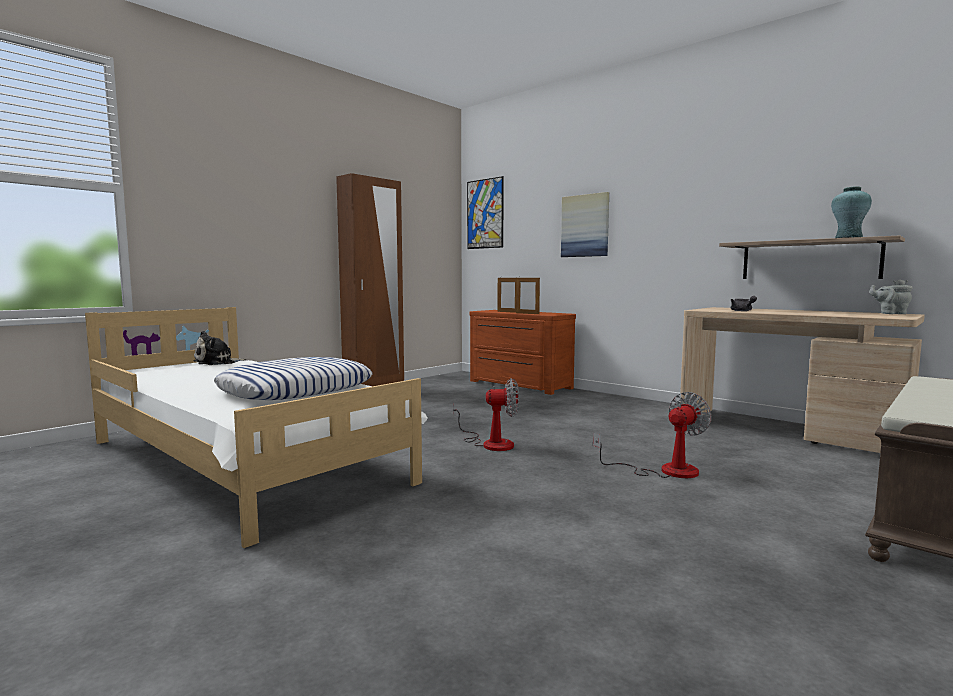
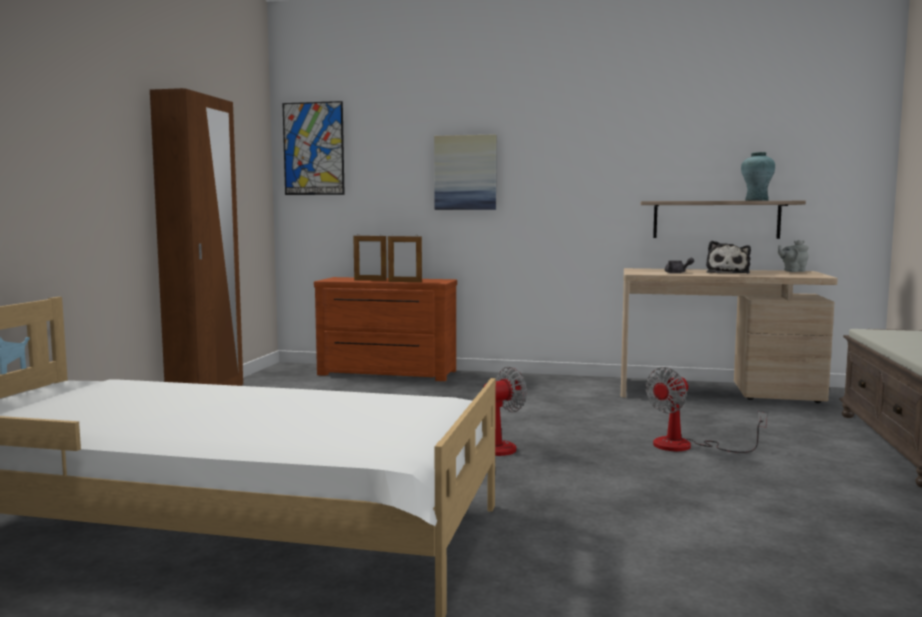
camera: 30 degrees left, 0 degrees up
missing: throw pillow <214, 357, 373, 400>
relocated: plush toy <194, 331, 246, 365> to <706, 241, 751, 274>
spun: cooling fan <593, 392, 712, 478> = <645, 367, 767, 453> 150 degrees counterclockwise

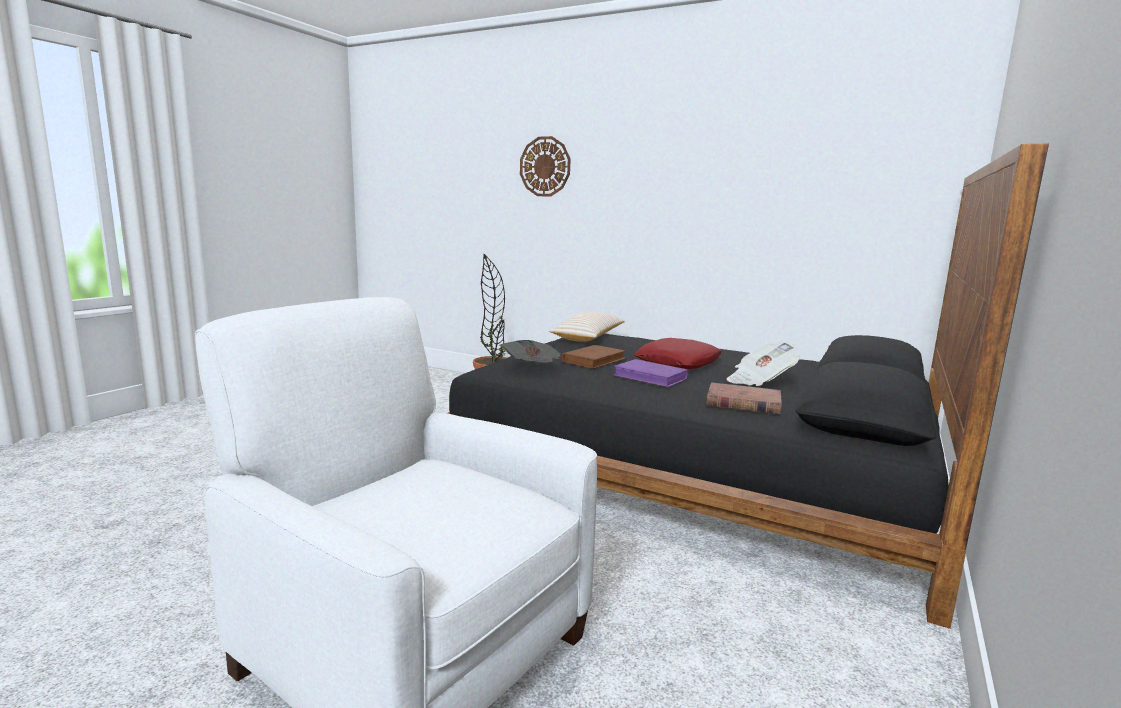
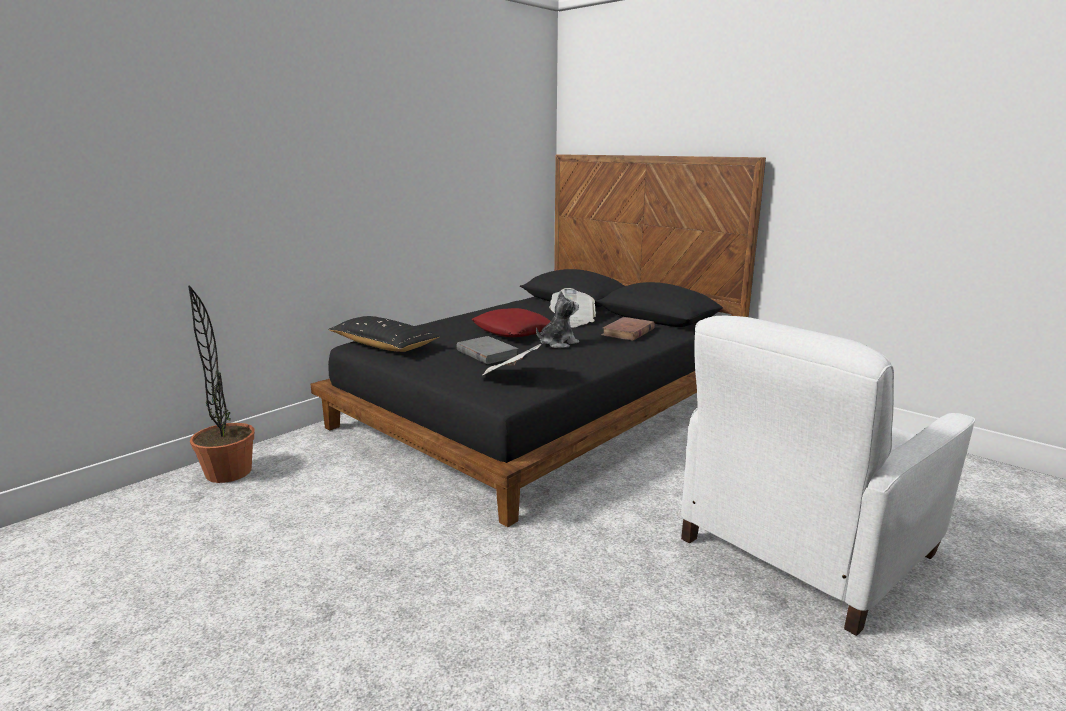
camera: 75 degrees left, 5 degrees up
missing: clock on the wall <520, 136, 571, 197>
exchanged: purplish book <613, 359, 689, 387> to plush toy <536, 291, 579, 348>
colour: beige-coloured throw pillow <549, 312, 625, 342> to black-coloured throw pillow <328, 316, 440, 352>; brown book <561, 345, 626, 369> to gray book <456, 336, 519, 364>

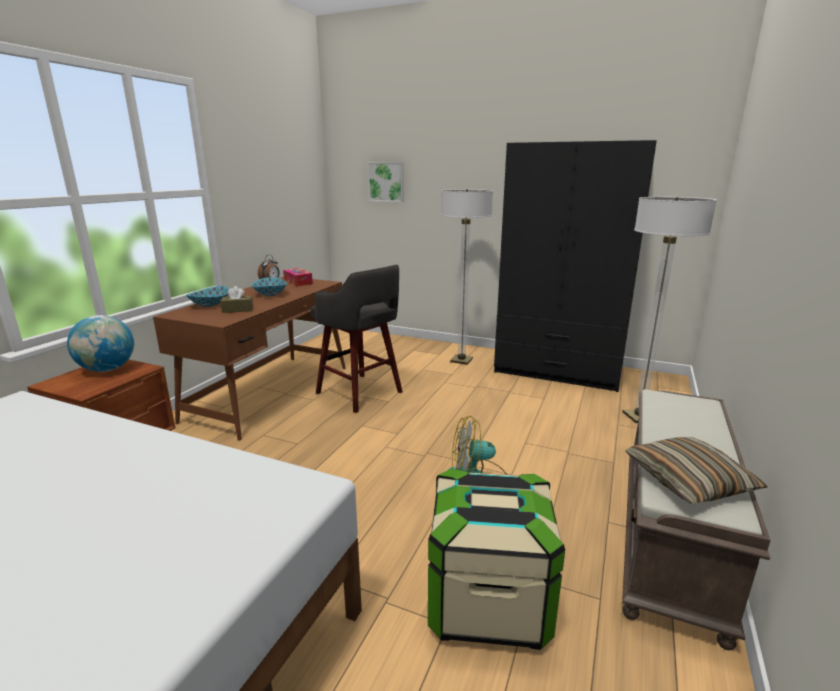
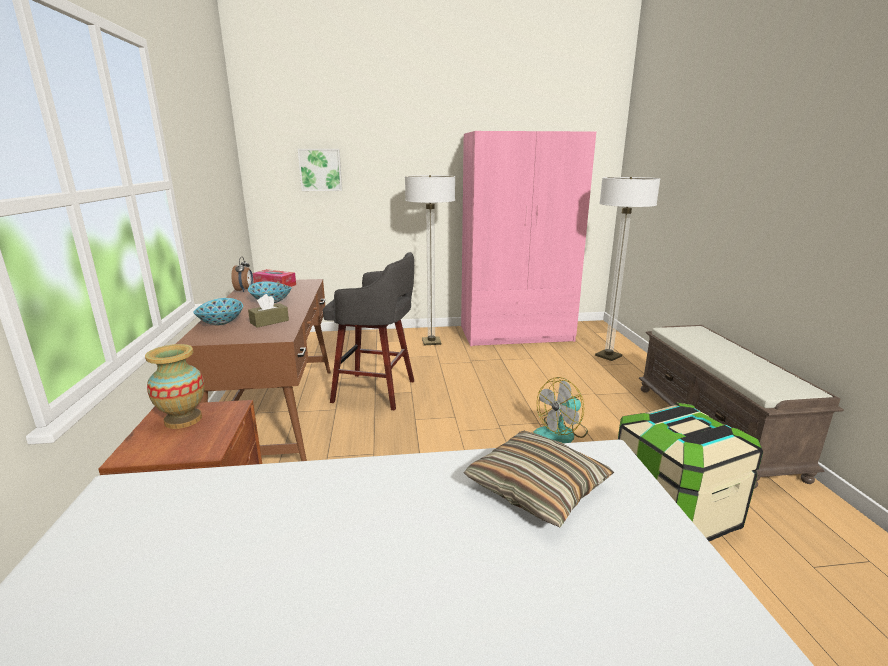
camera: 30 degrees left, 0 degrees up
relocated: throw pillow <625, 437, 768, 505> to <463, 431, 614, 528>
exchanged: desk globe <67, 315, 134, 372> to flower vase <145, 344, 205, 429>
colour: black-coloured clothes cupboard <494, 140, 657, 392> to pink clothes cupboard <461, 131, 596, 346>

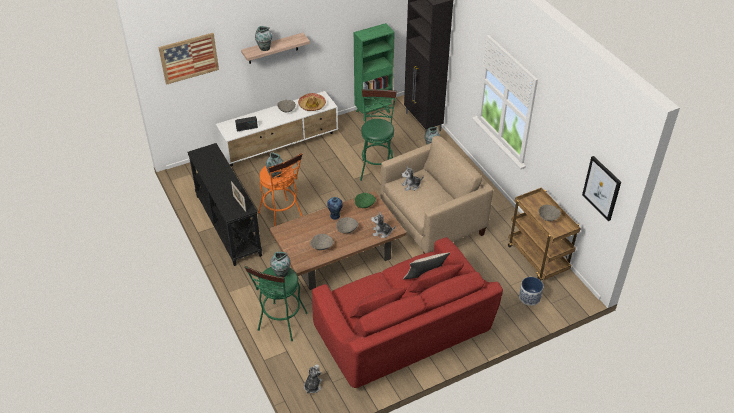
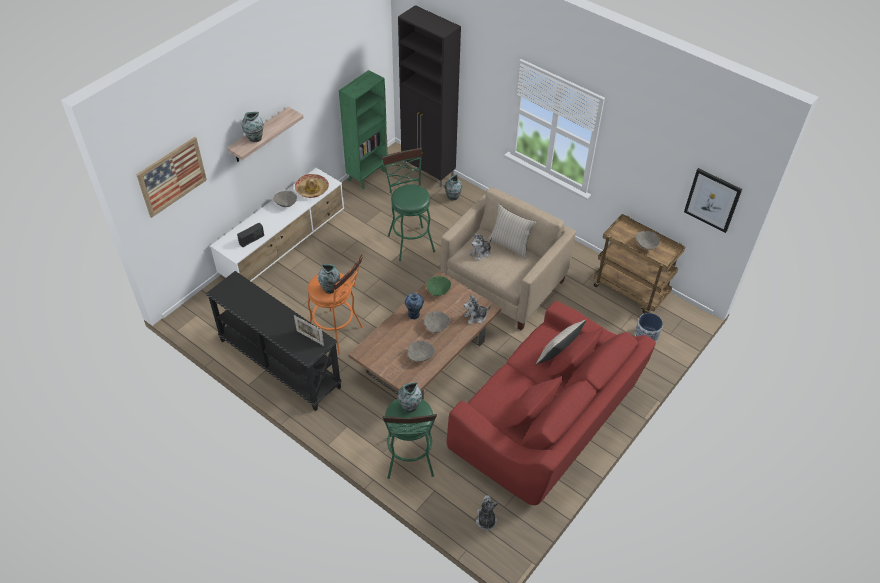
camera: 25 degrees left, 5 degrees up
appeared: beige-coloured throw pillow <488, 204, 537, 259>

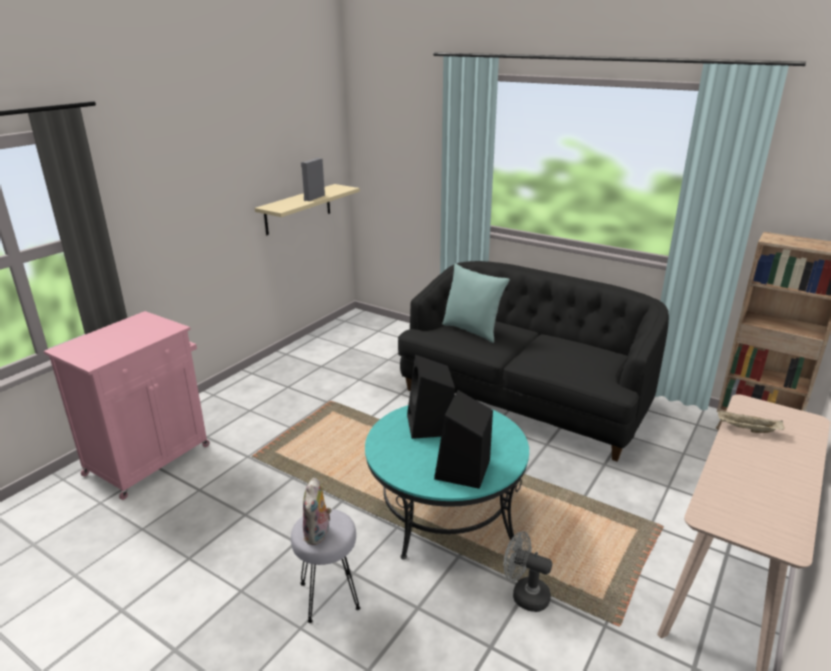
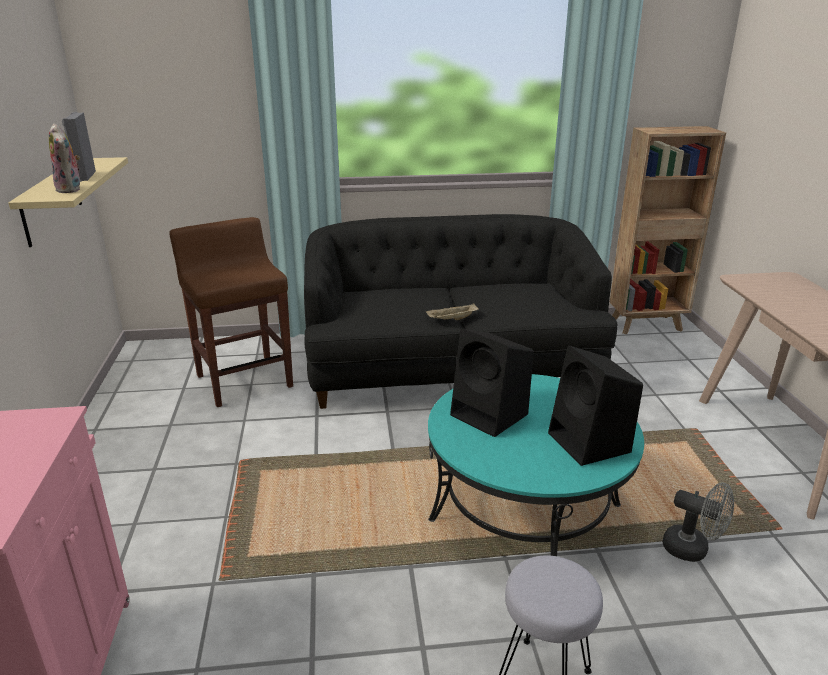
camera: 40 degrees left, 0 degrees up
missing: turquoise-coloured throw pillow <442, 263, 510, 343>
appeared: brown stool <170, 217, 293, 407>
relocated: plush toy <303, 478, 332, 545> to <49, 123, 80, 193>; beige-coloured serving tray <718, 410, 785, 433> to <426, 303, 479, 320>
spun: gray cooling fan <503, 531, 552, 612> = <662, 482, 734, 562> 135 degrees counterclockwise

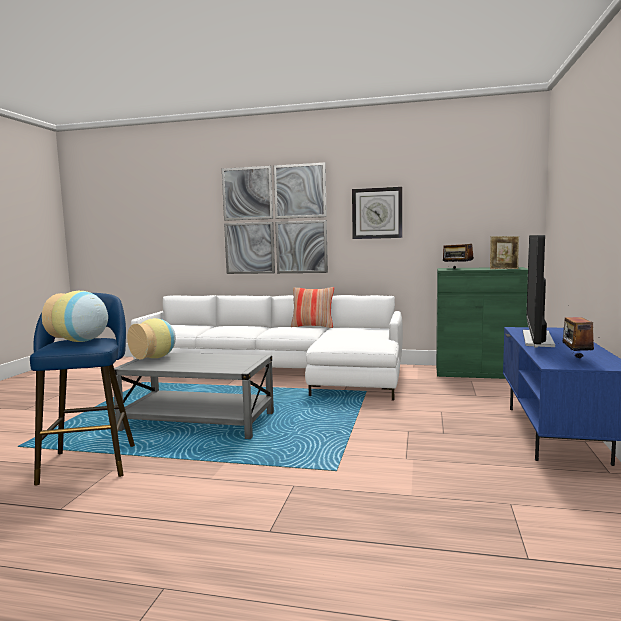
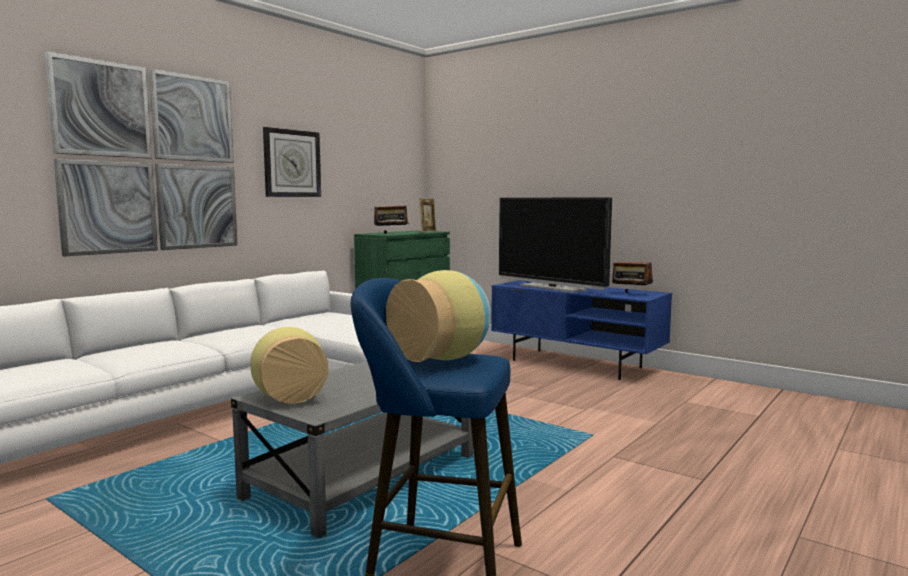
camera: 65 degrees left, 0 degrees up
missing: throw pillow <291, 287, 334, 328>

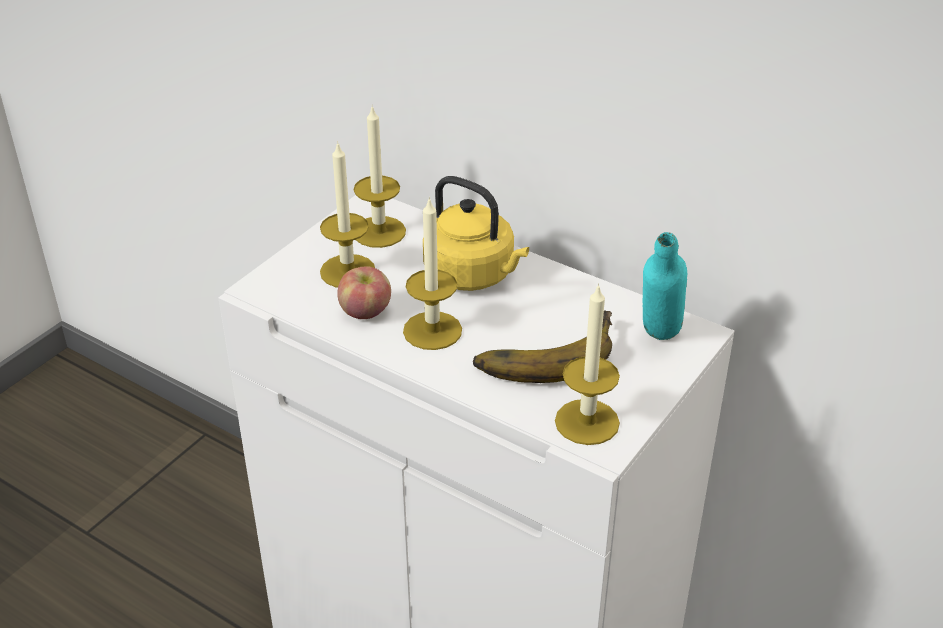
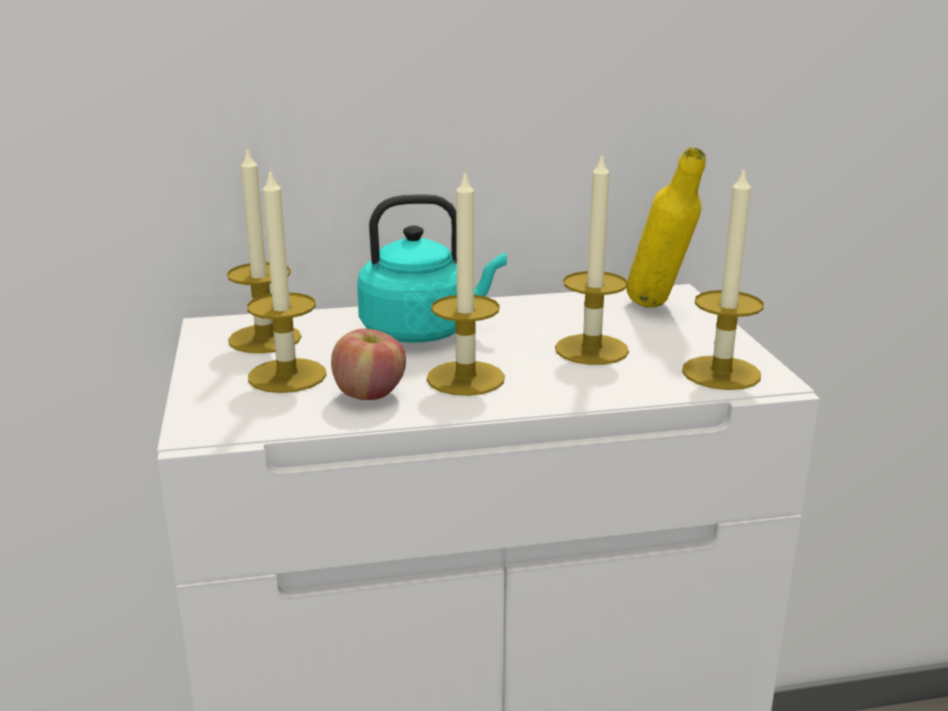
camera: 45 degrees left, 15 degrees down
exchanged: banana <473, 310, 612, 383> to candle <555, 152, 629, 365>
colour: yellowish water kettle <423, 176, 529, 291> to turquoise-coloured water kettle <357, 194, 507, 343>; turquoise-coloured beverage bottle <643, 232, 687, 340> to yellowish beverage bottle <626, 148, 706, 308>

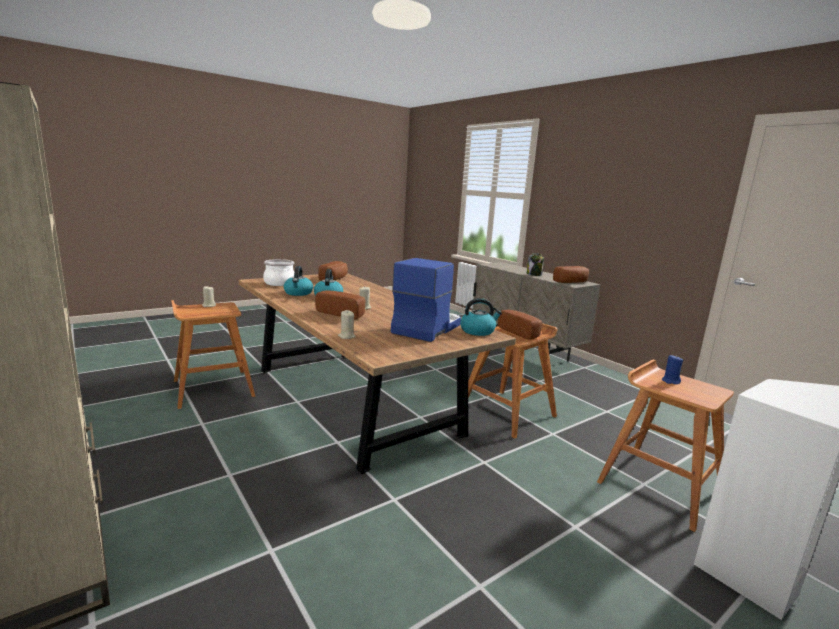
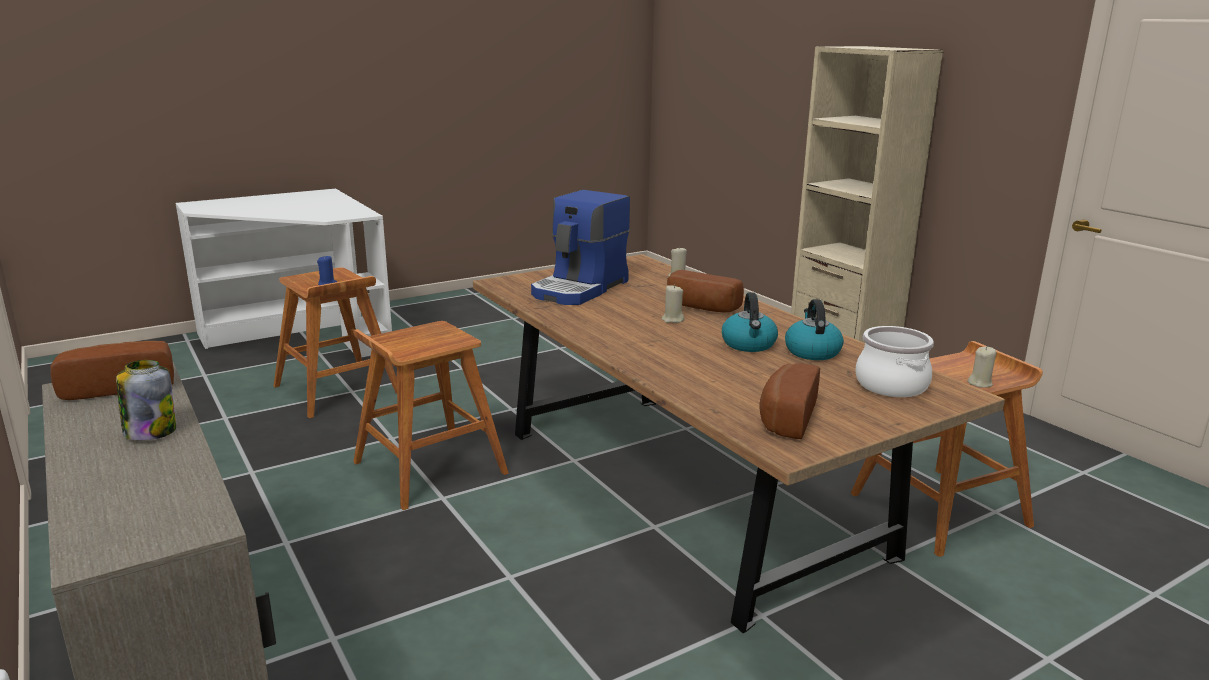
camera: 175 degrees left, 5 degrees up
missing: water kettle <460, 298, 502, 336>; baked bread <498, 310, 542, 340>

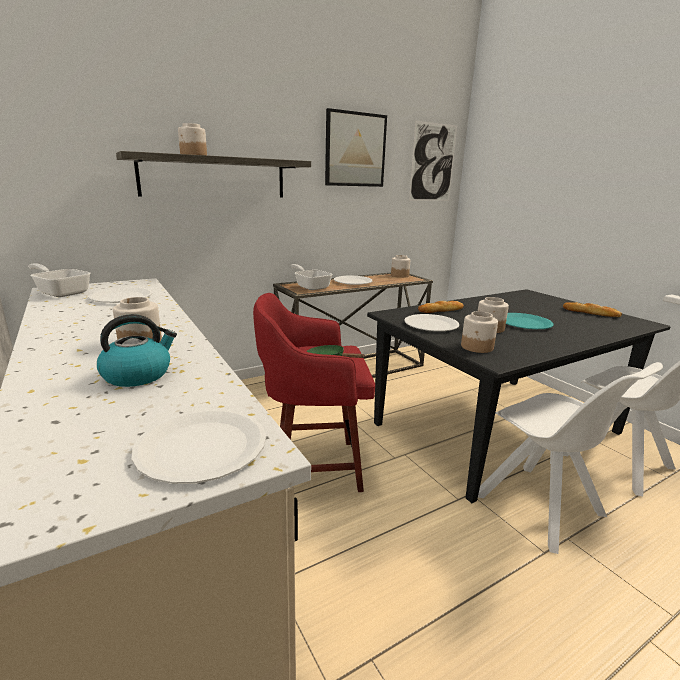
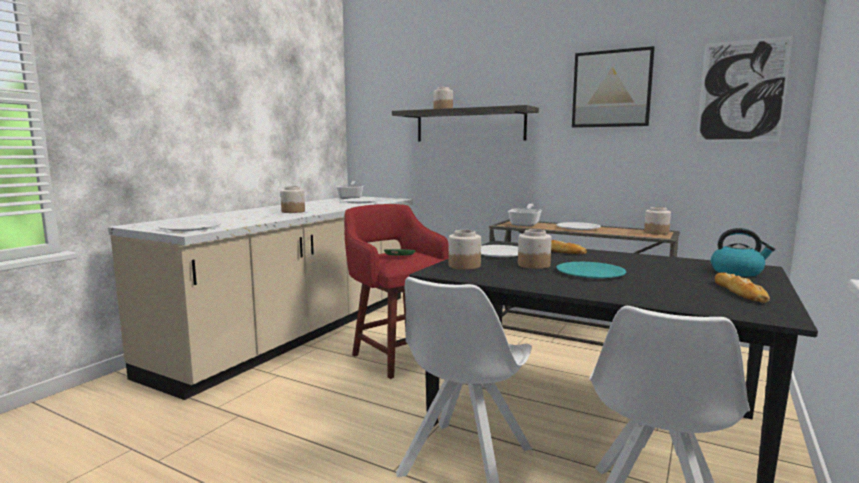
camera: 60 degrees right, 10 degrees down
relocated: water kettle <97, 314, 177, 387> to <711, 228, 775, 277>

